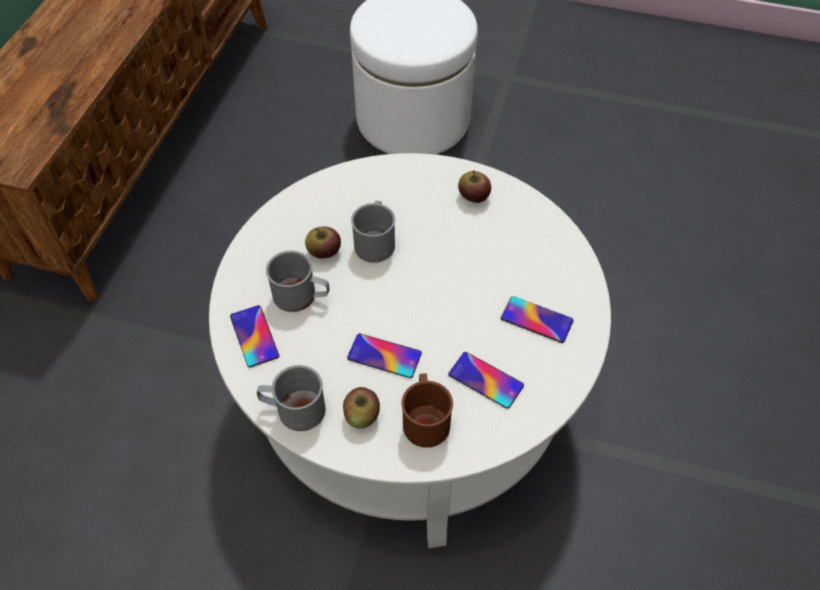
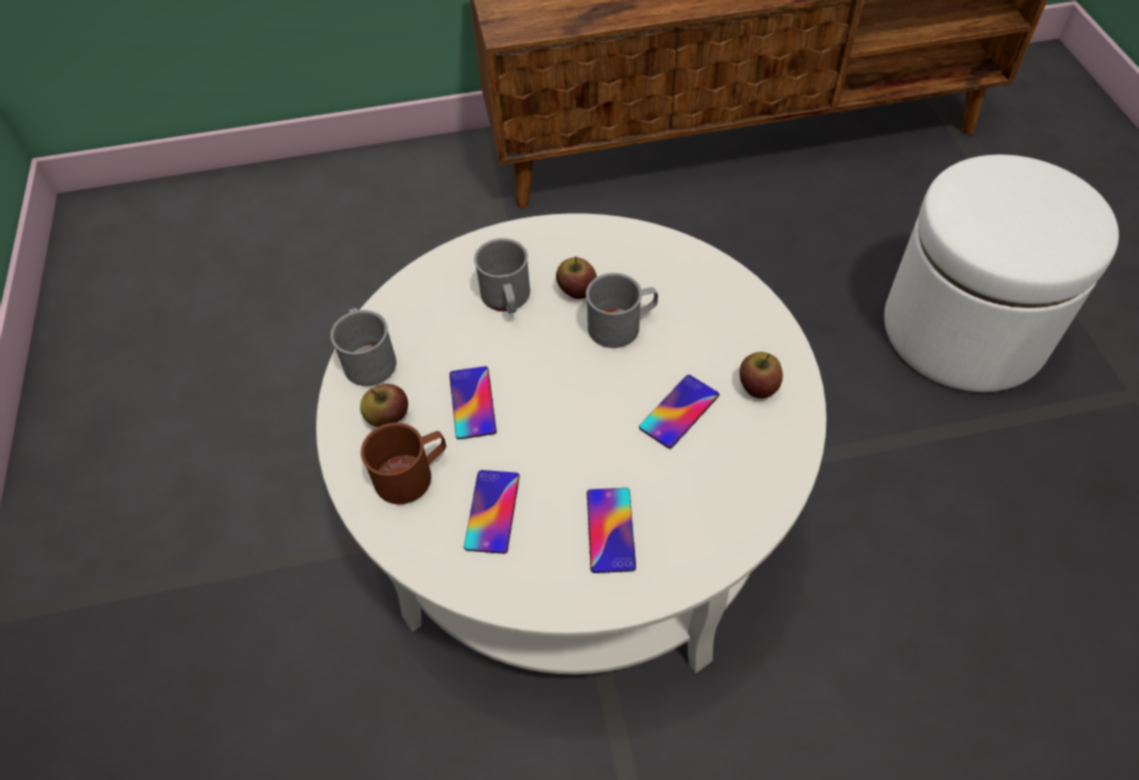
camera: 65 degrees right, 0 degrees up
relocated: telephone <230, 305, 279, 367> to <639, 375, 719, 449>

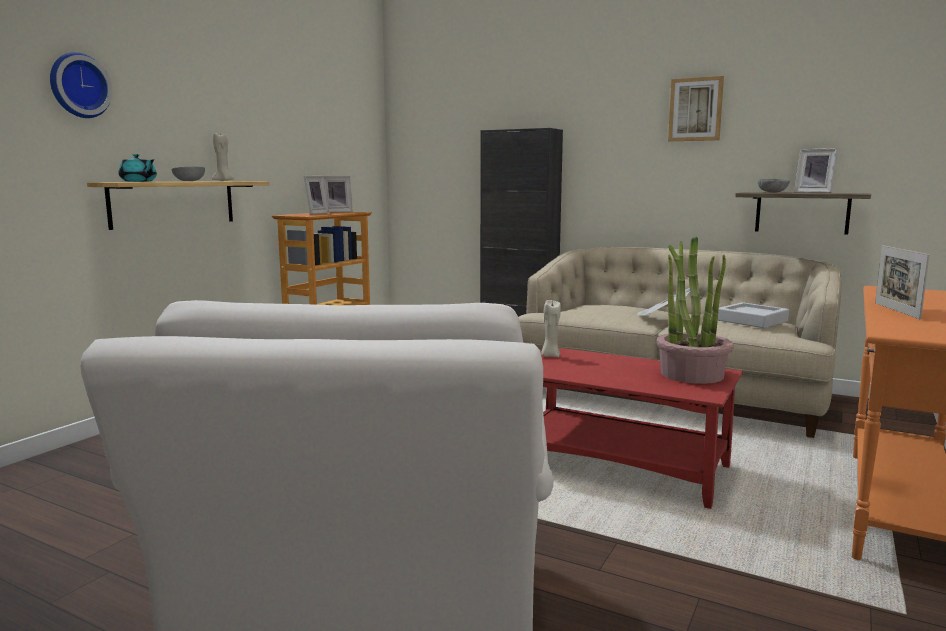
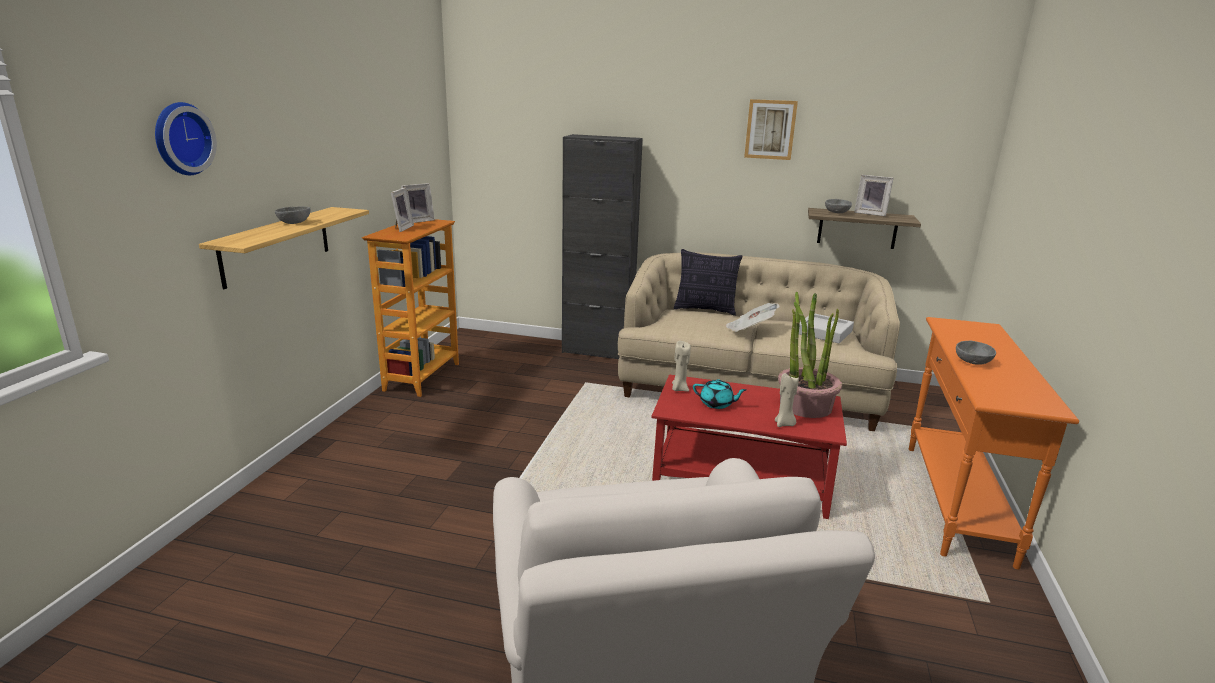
camera: 15 degrees left, 10 degrees up
appeared: throw pillow <674, 249, 742, 316>
relocated: turquoise-coloured teapot <118, 154, 157, 182> to <693, 379, 747, 409>; beige-coloured candle <212, 133, 234, 181> to <775, 373, 799, 427>
exchanged: photo frame <875, 245, 930, 319> to gray deep dish <956, 341, 996, 365>

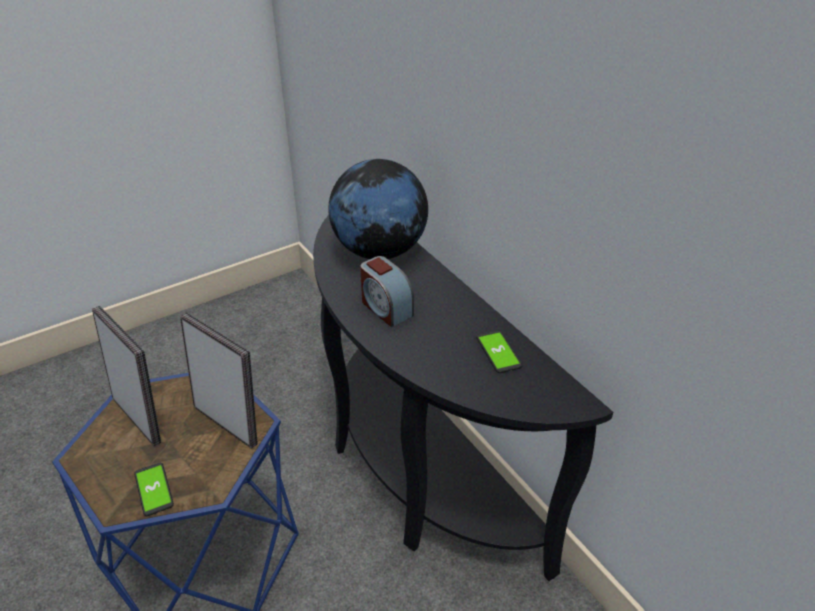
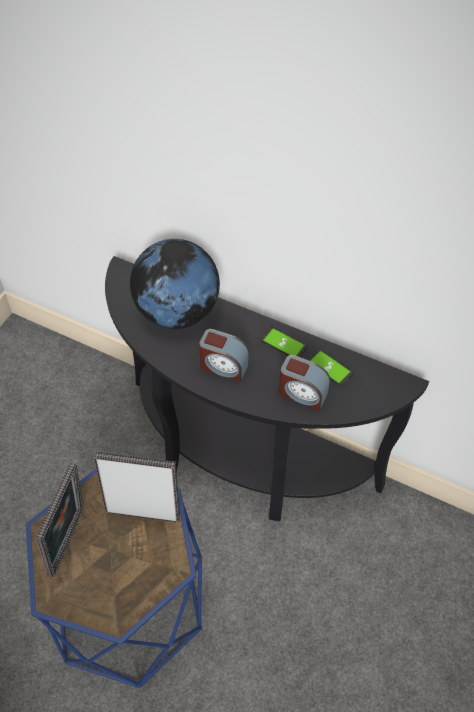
camera: 30 degrees left, 15 degrees up
appeared: bedside clock <279, 355, 330, 411>
relocated: telephone <134, 463, 174, 516> to <261, 327, 307, 357>
spun: photo frame <92, 306, 161, 446> = <36, 463, 84, 577> 90 degrees clockwise

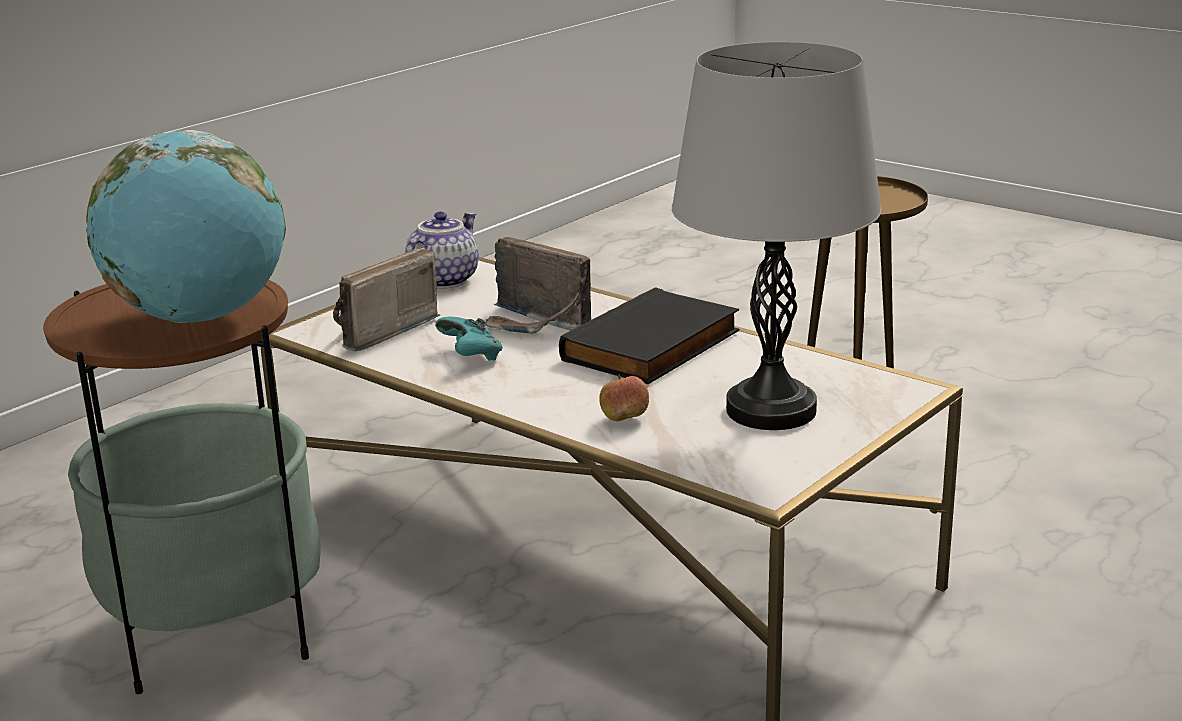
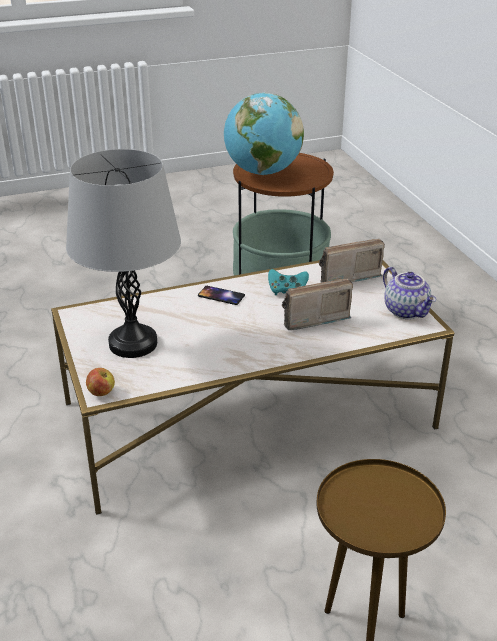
camera: 120 degrees right, 10 degrees up
missing: black-coloured book <559, 287, 739, 384>
appeared: telephone <198, 286, 245, 305>
relocated: apple fruit <599, 375, 649, 421> to <86, 368, 115, 396>
spun: radio set <333, 247, 440, 351> = <319, 239, 385, 282> 90 degrees counterclockwise

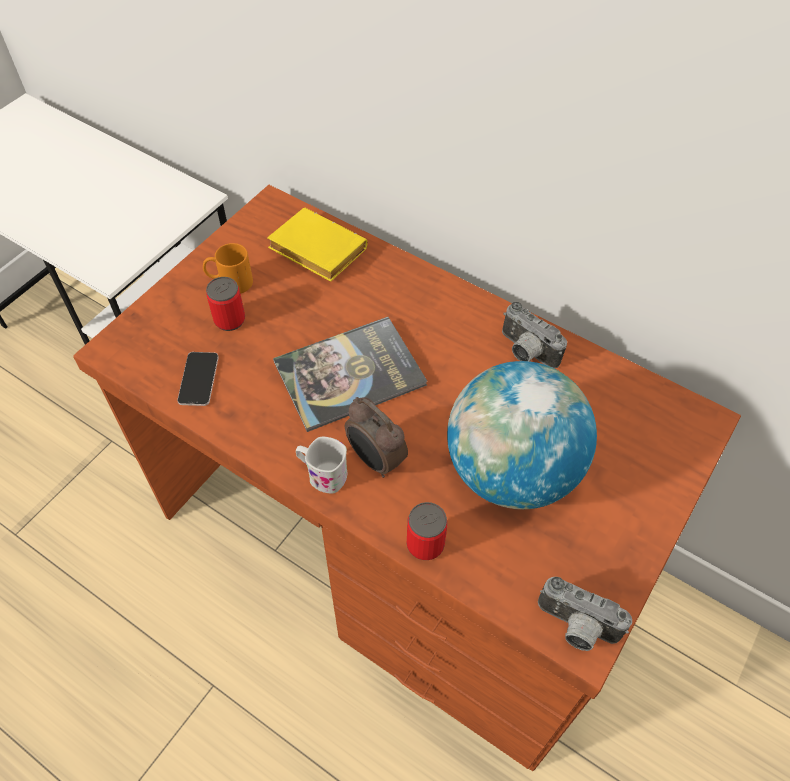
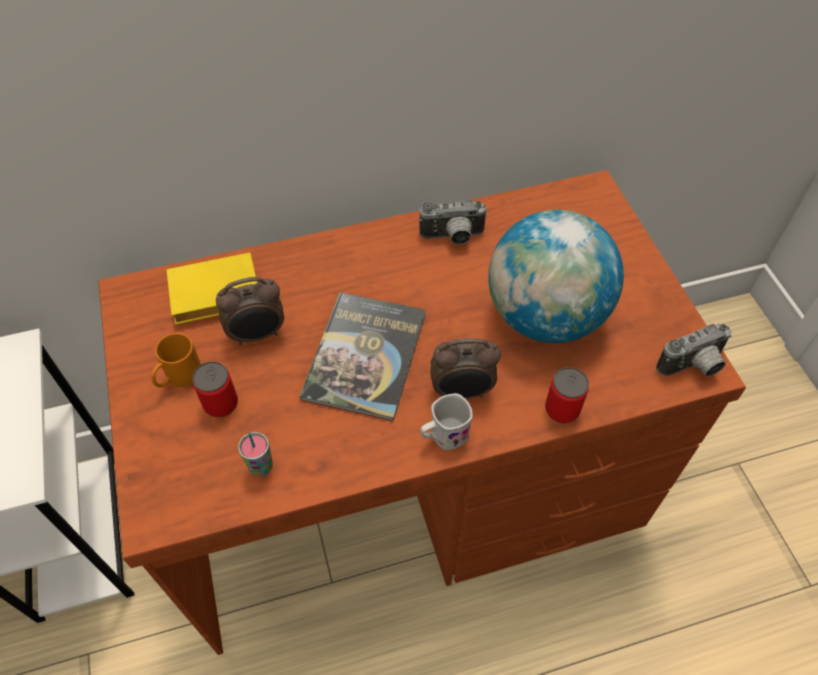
camera: 50 degrees left, 0 degrees up
appeared: bedside clock <216, 277, 284, 345>
exchanged: telephone <177, 352, 219, 406> to drinking cup <238, 432, 273, 476>

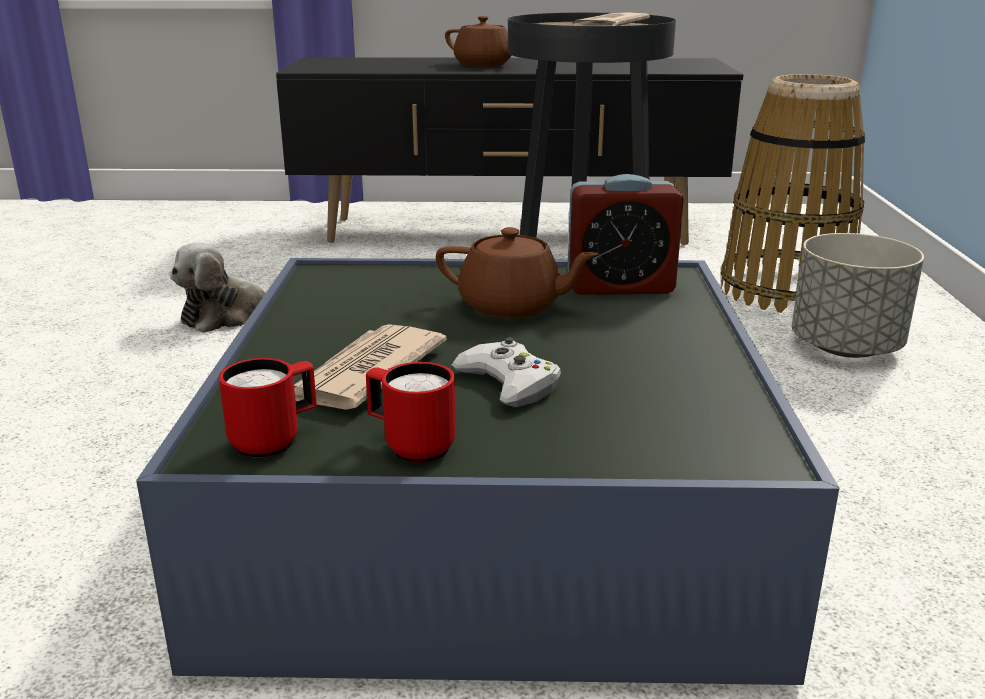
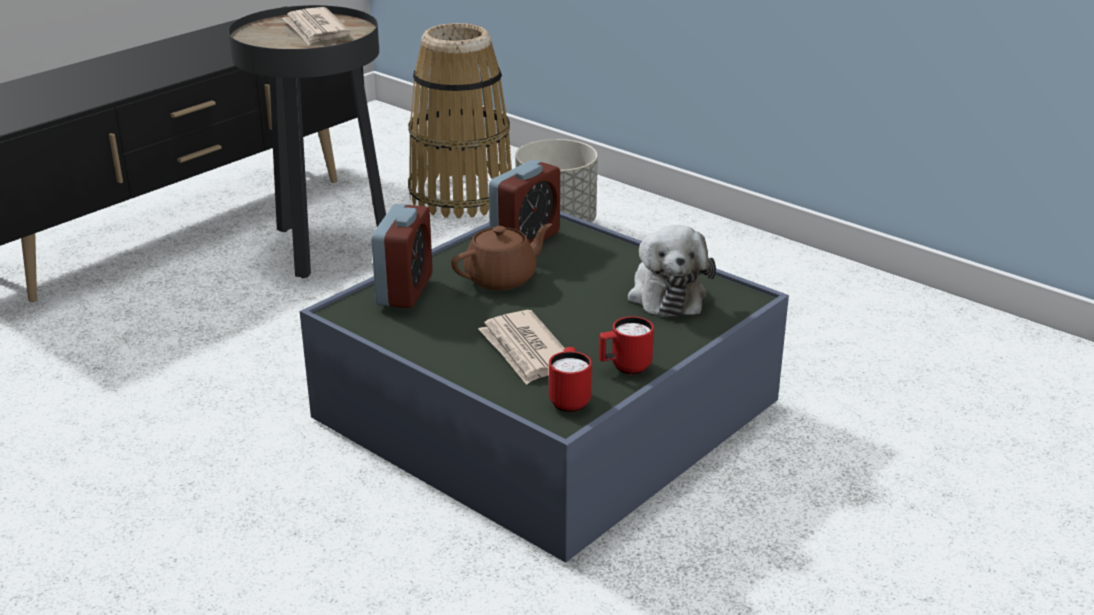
camera: 50 degrees left, 5 degrees up
missing: brown teapot <445, 16, 512, 67>; white gamepad <452, 338, 561, 407>
appeared: bedside clock <371, 204, 433, 308>
relocated: plush toy <170, 242, 270, 333> to <628, 225, 716, 317>

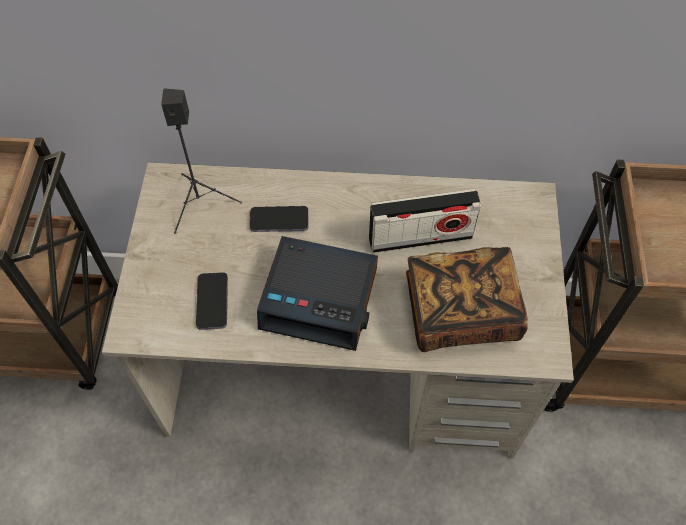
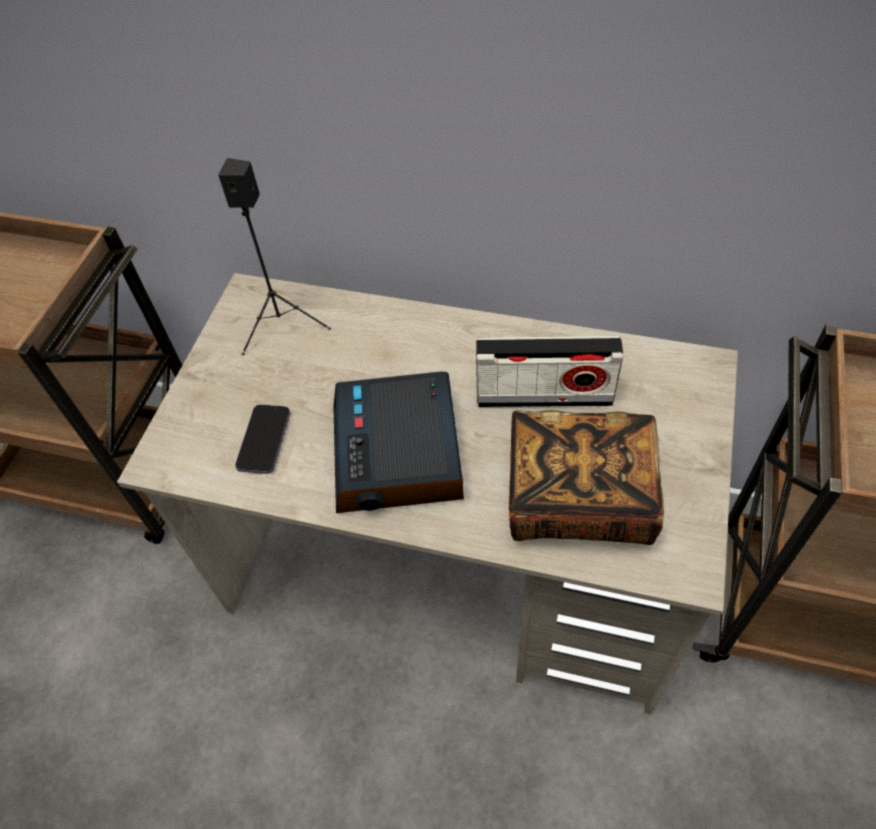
camera: 15 degrees right, 5 degrees down
missing: telephone <250, 206, 309, 232>
spun: bedside clock <257, 236, 378, 351> = <333, 372, 464, 513> 60 degrees clockwise

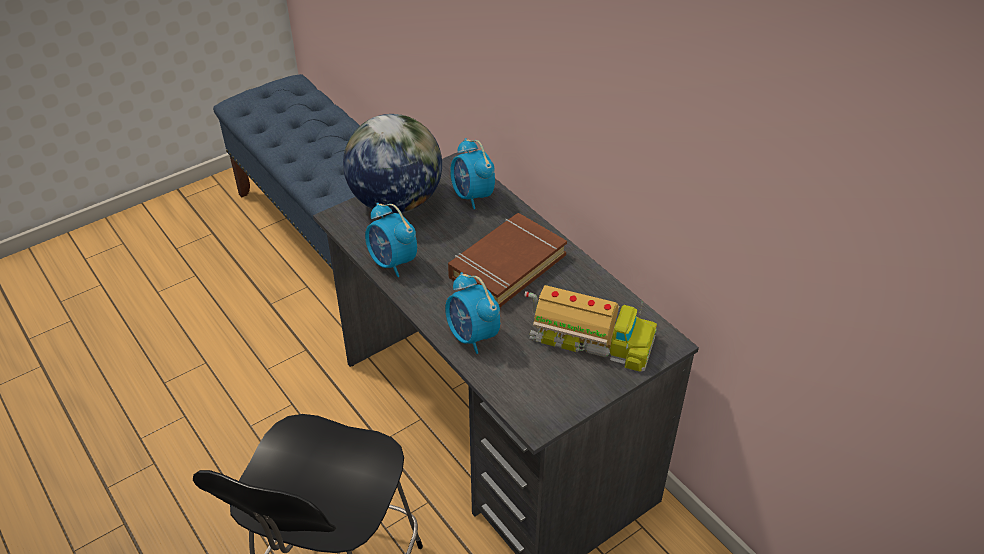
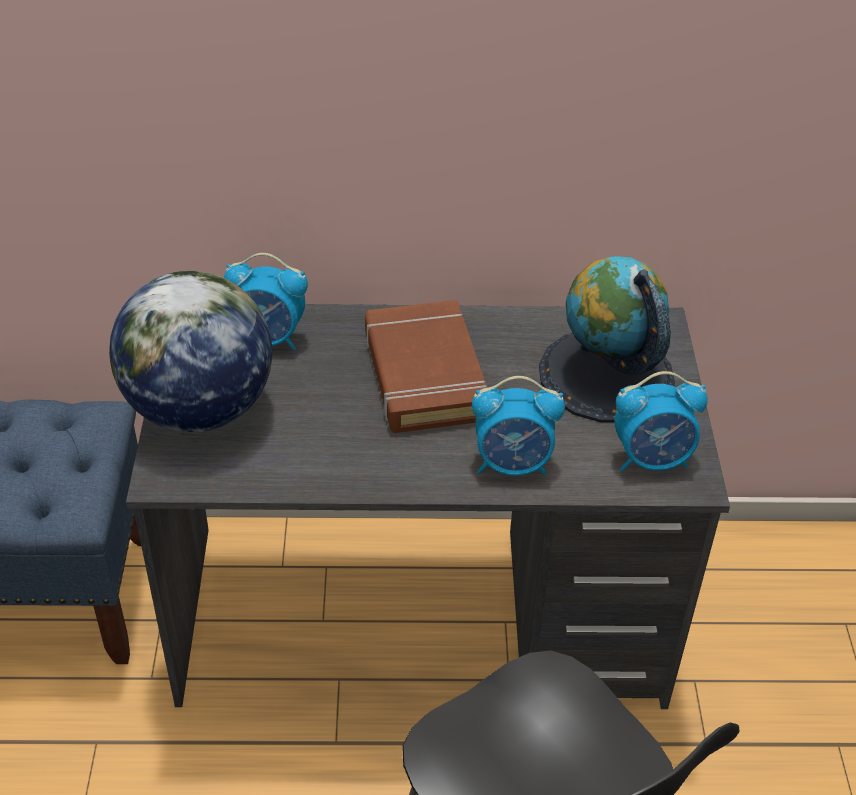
camera: 55 degrees left, 0 degrees up
relocated: bedside clock <365, 203, 417, 277> to <614, 371, 708, 471>
exchanged: toy lorry <524, 285, 657, 372> to desk globe <539, 256, 675, 422>

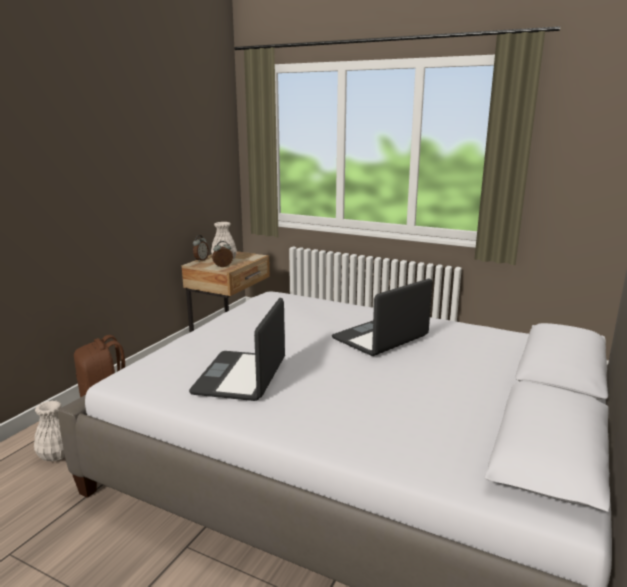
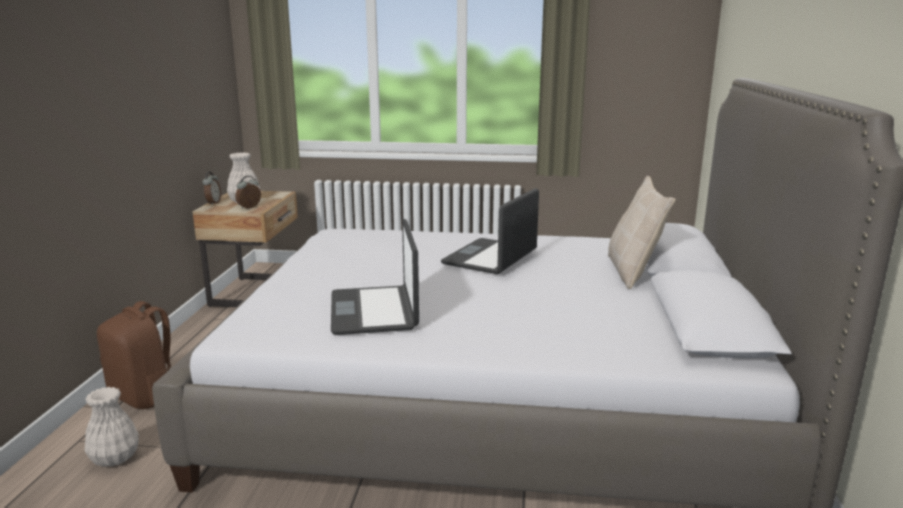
camera: 20 degrees left, 0 degrees up
appeared: beige-coloured throw pillow <608, 176, 676, 289>

